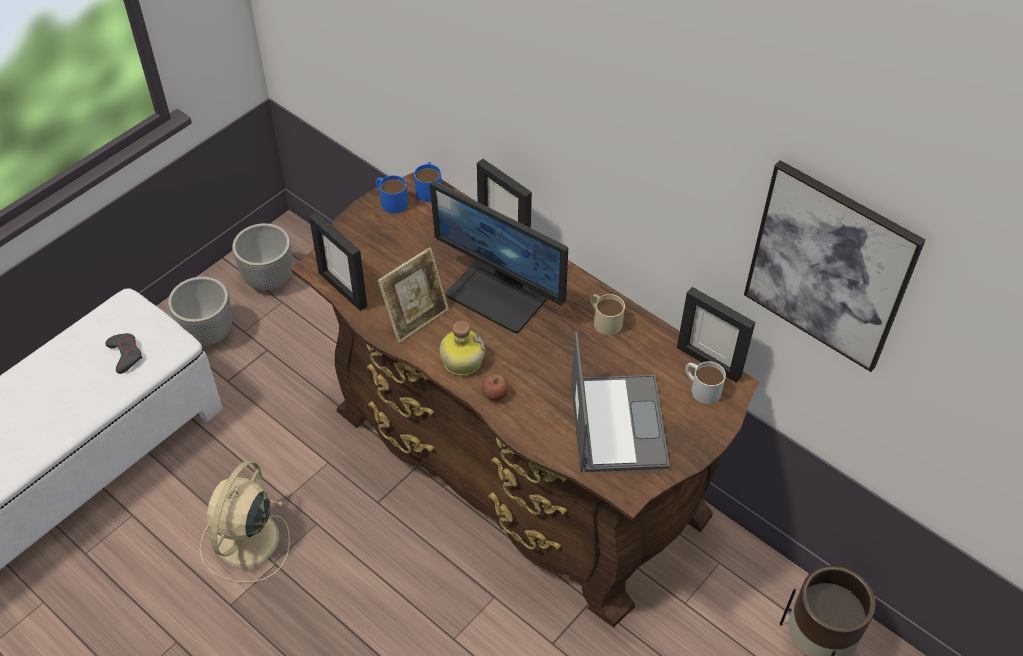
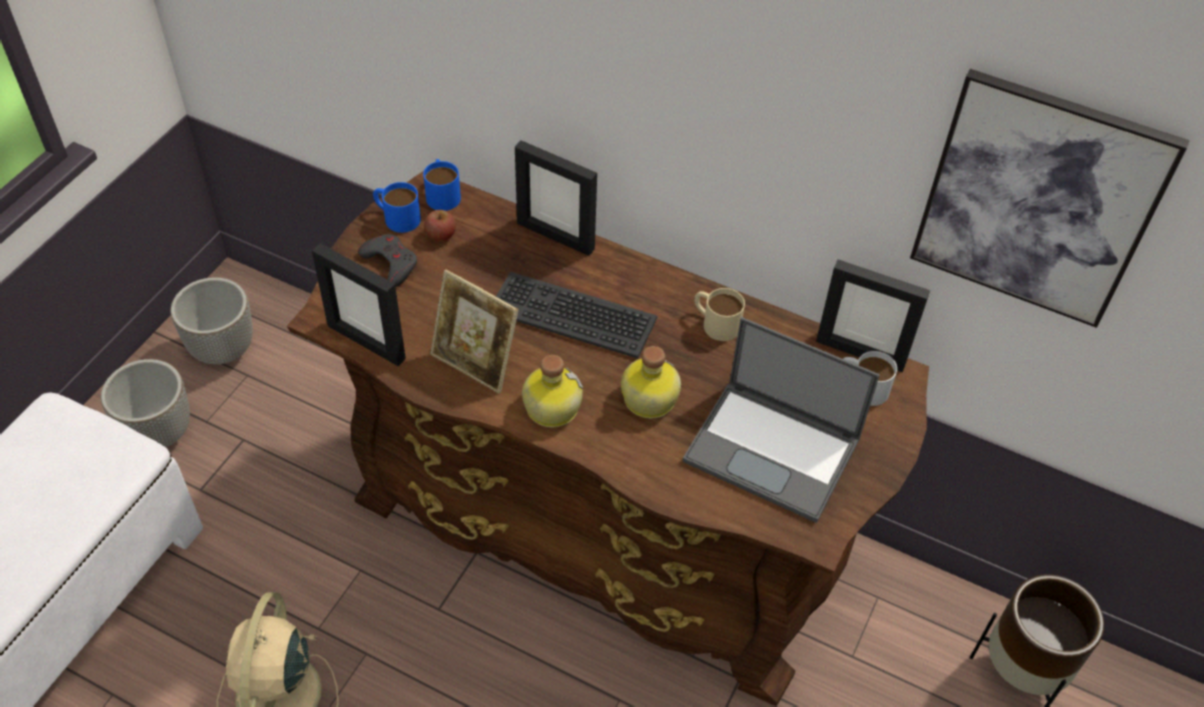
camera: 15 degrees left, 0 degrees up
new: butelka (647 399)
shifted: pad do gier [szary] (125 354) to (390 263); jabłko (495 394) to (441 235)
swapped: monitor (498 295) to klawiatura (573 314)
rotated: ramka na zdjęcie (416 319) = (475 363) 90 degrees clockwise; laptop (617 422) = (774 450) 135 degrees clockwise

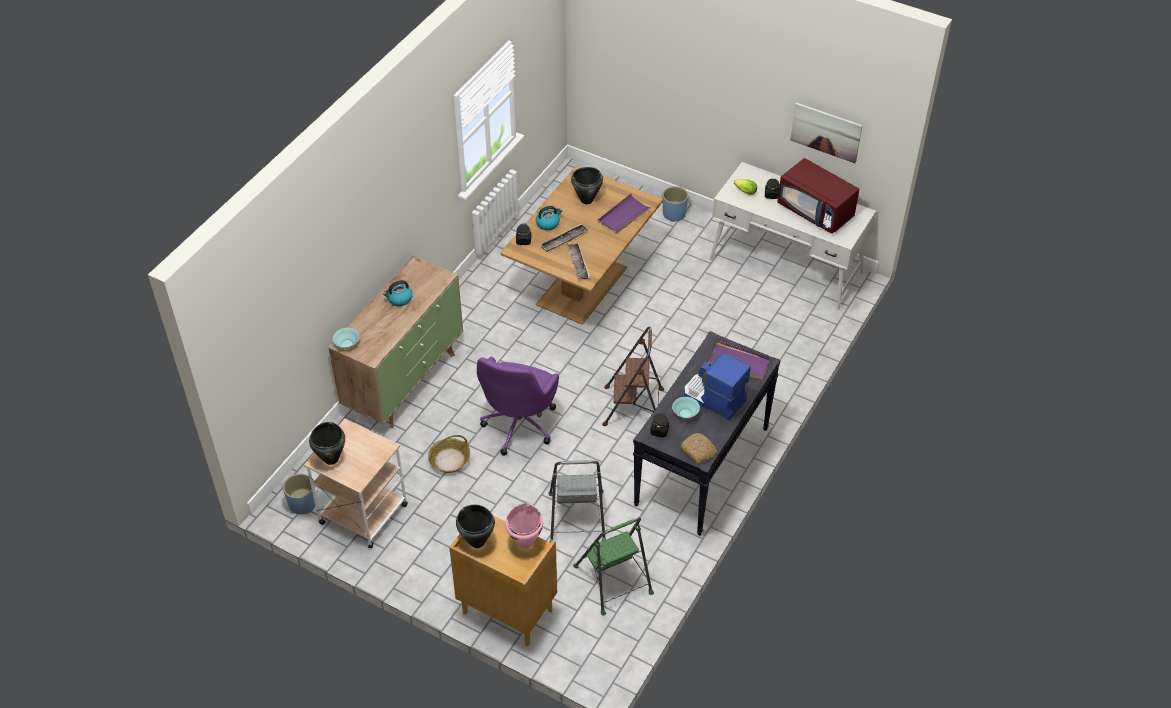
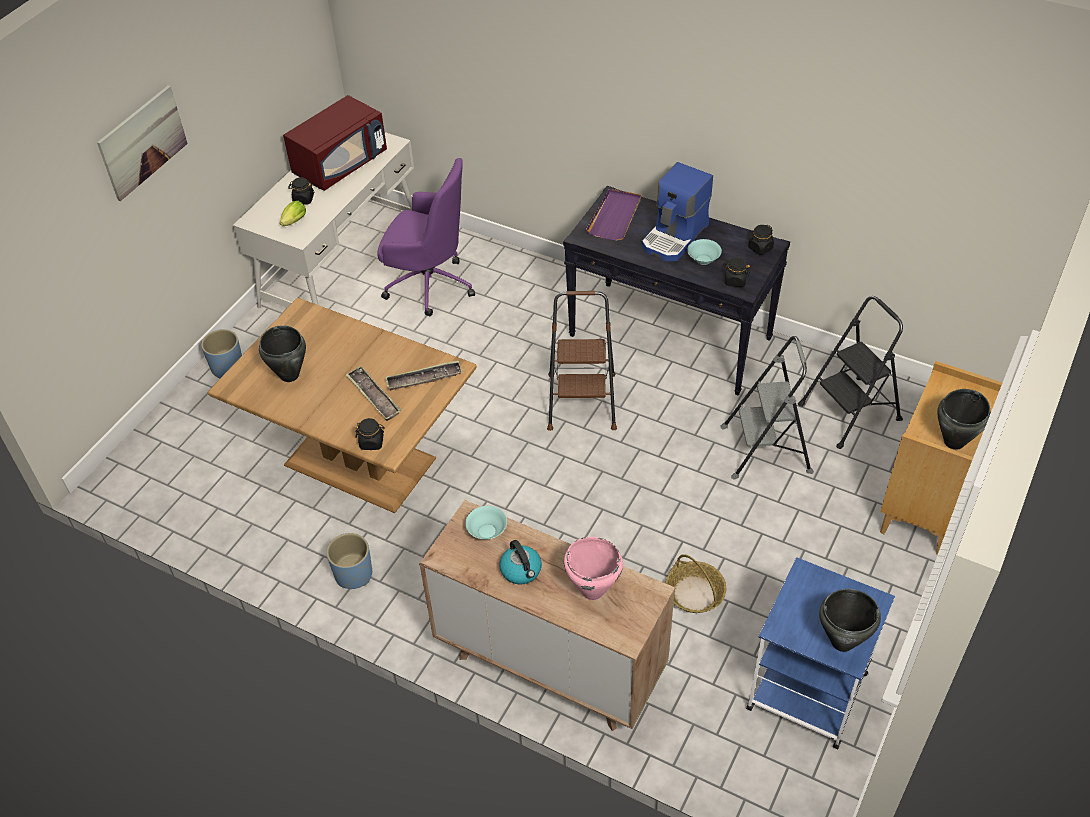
camera: 90 degrees left, 0 degrees up
gone: czajnik (548 223); taca [fioletowy] (624 216)
shifted: donica [niebieski] (302 503) to (353 574); miska [turkusowy] (347 343) to (486 531); krzesło biurowe [fioletowy] (519 425) to (430 286); garnek [różowy] (525 542) to (592 590); obraz (826 132) to (142 142)
swapped: chleb (698 451) to słoik [czarny] (760 248)
repainted: wózek [beżowy] (362 512) to wózek [niebieski] (807 693); drabinka [zielony] (614 581) to drabinka [czarny] (852 410)

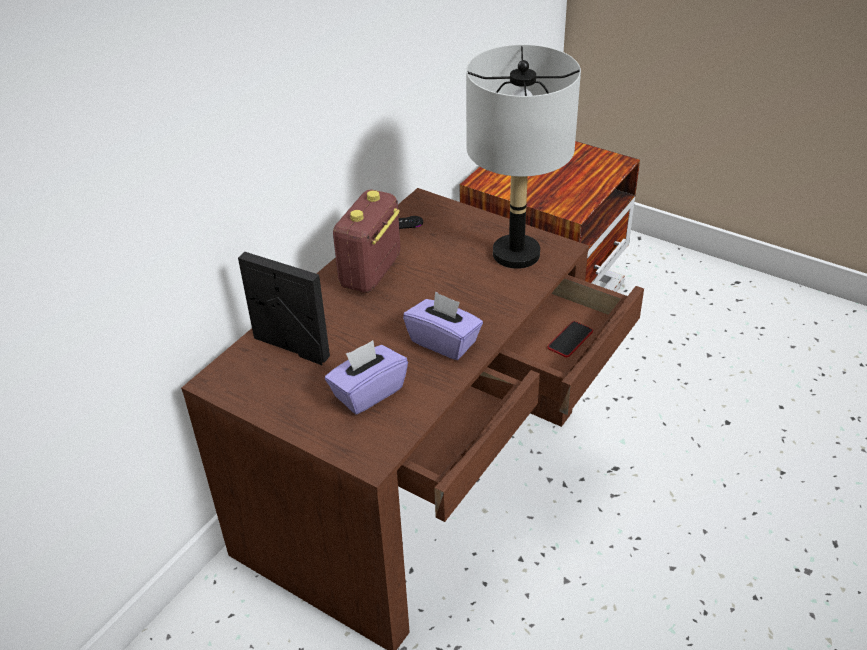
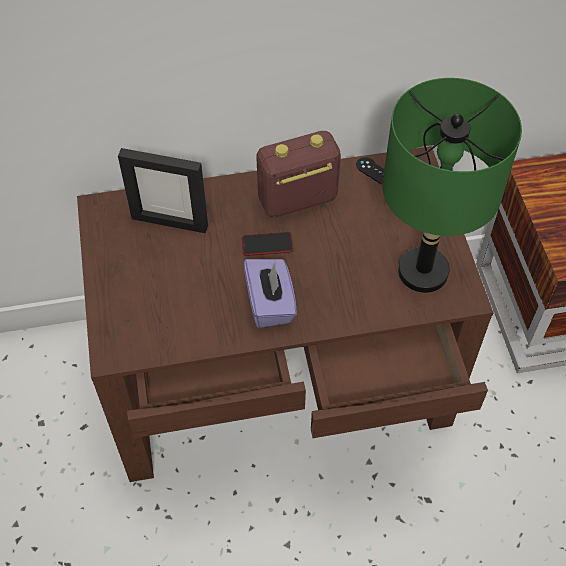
camera: 45 degrees right, 15 degrees up
gone: pudełko chusteczek [fioletowy] (368 392)
shifted: telefon (570 340) to (267 244)
repainted: lampa stołowa [szary] (516 254) to lampa stołowa [zielony] (422 272)
rotated: ramka na zdjęcie (290 348) = (170 221) 120 degrees clockwise

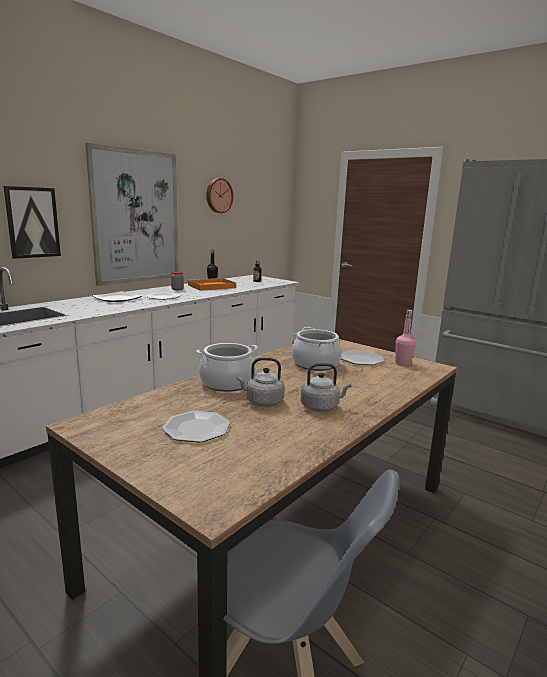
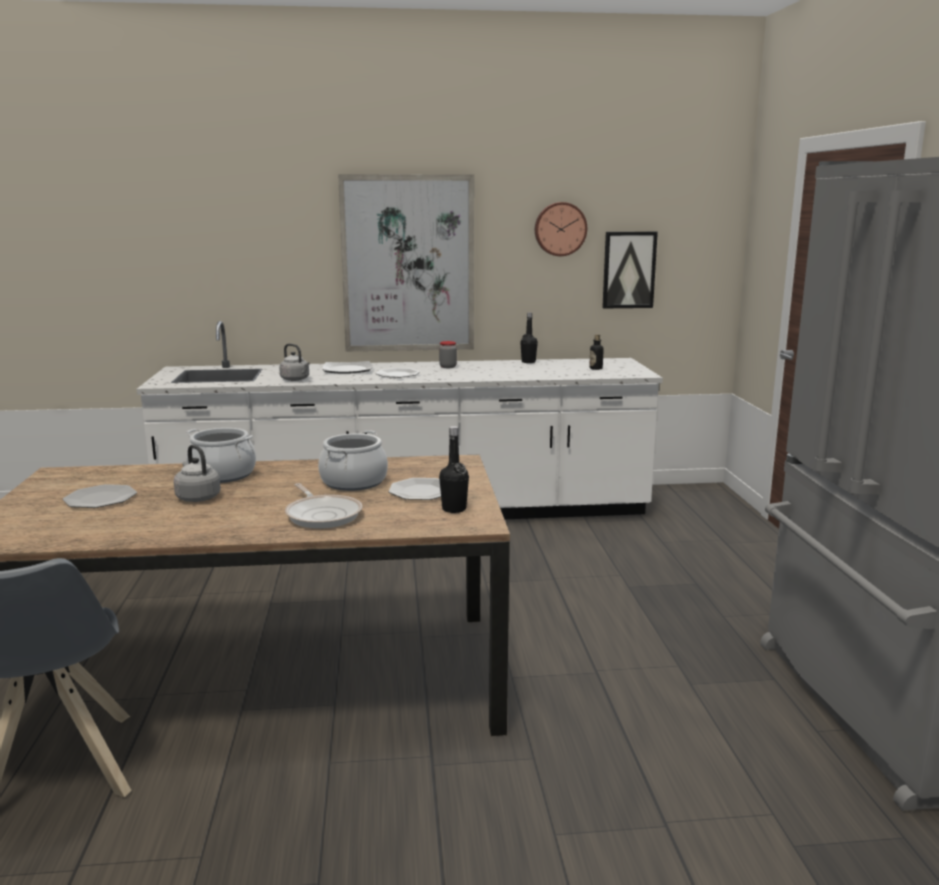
camera: 45 degrees right, 0 degrees up
gone: taca [pomarańczowy] (211 286)
new: patelnia (323 515)
shifted: obraz (32 222) to (629 270); czajnik [szary] (321 407) to (296 379)
repainted: butelka [różowy] (403 363) to butelka [czarny] (454 509)

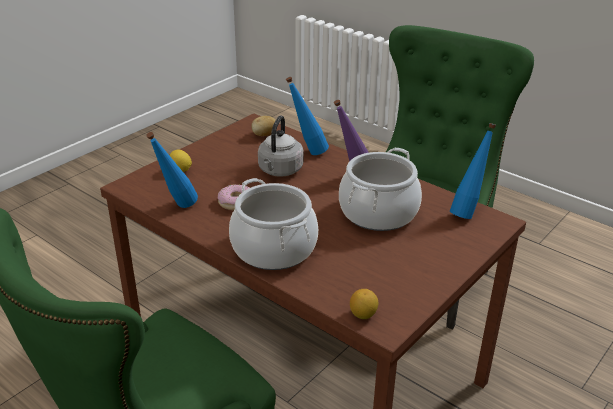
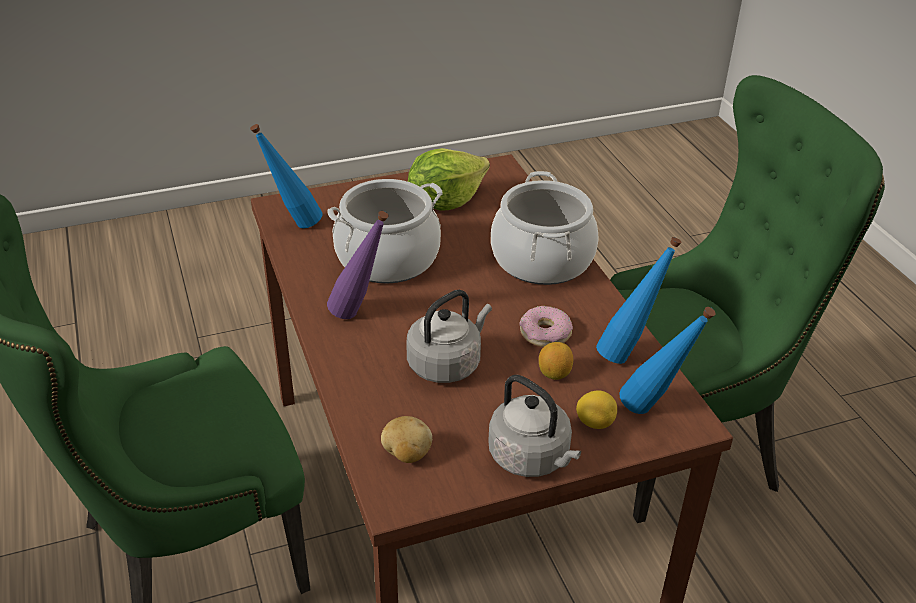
camera: 150 degrees left, 5 degrees up
new: sałata (445 201); czajnik [szary] (532 458)
shifted: butelka [niebieski] (307 152) to (654 411); cytryna (363 315) to (554 374)

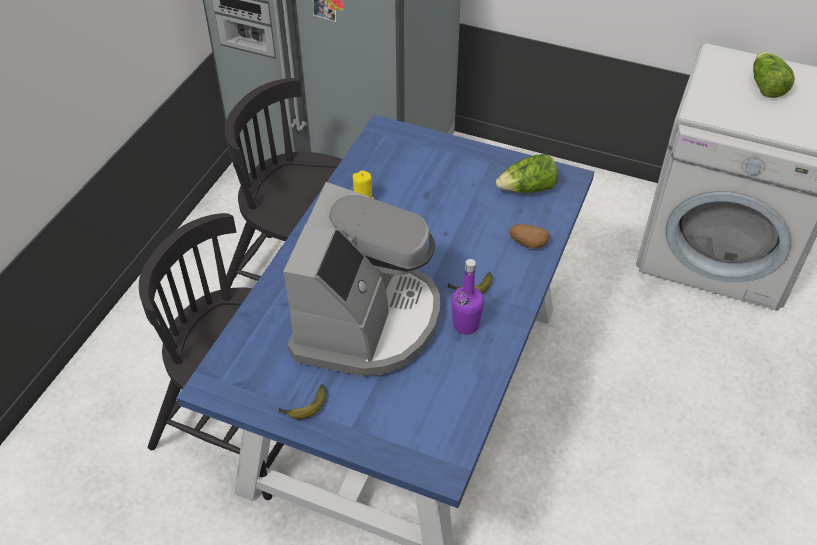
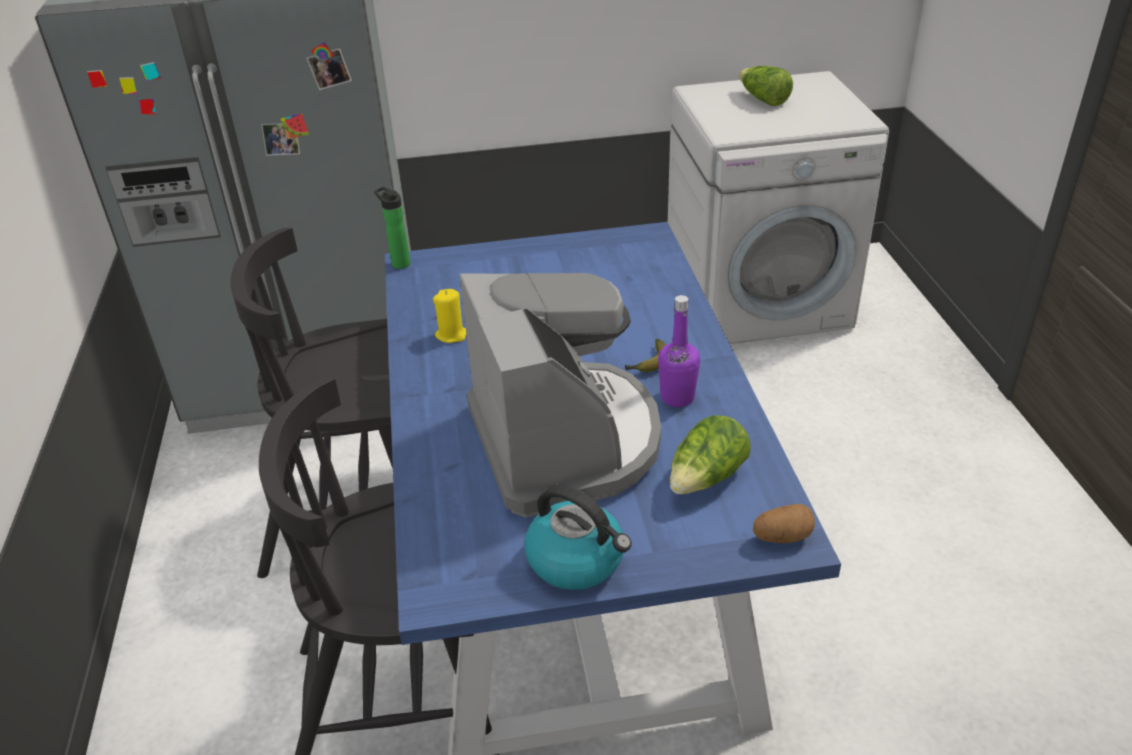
camera: 30 degrees left, 10 degrees down
new: butelka (399 263)
shifted: sałata (527 189) to (707 478); ziemniak (528 243) to (782 537)
swapped: banan (304 408) to czajnik (577 560)

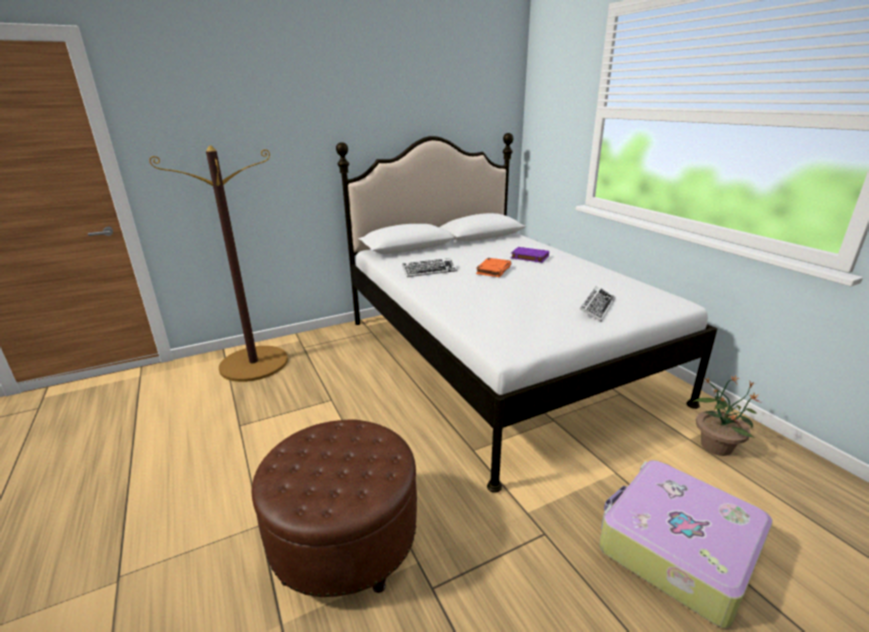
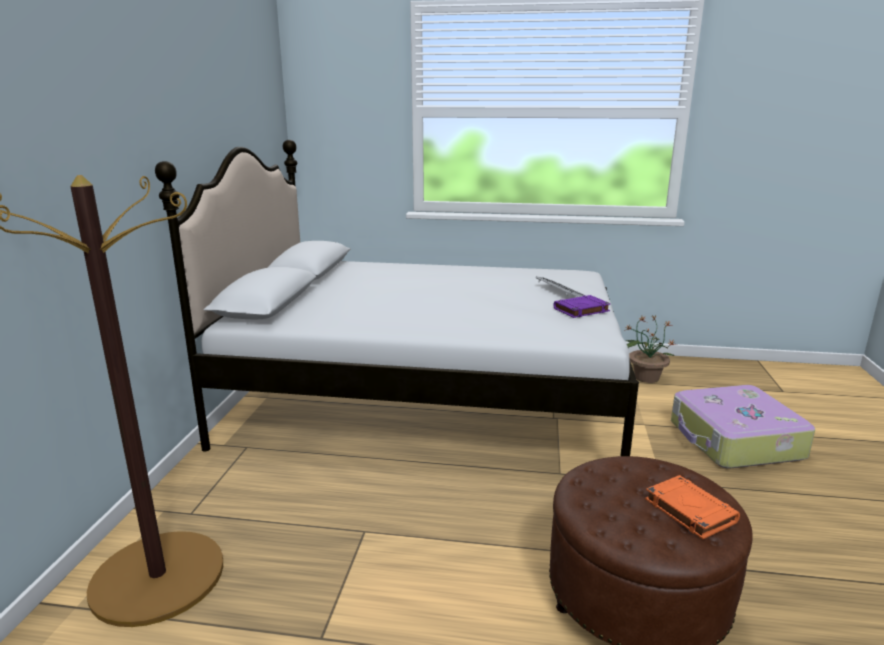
camera: 55 degrees left, 5 degrees down
gone: klawiatura (429 271)
shifted: książka [pomarańczowy] (493 270) to (689 510); książka [fioletowy] (529 257) to (581 310)

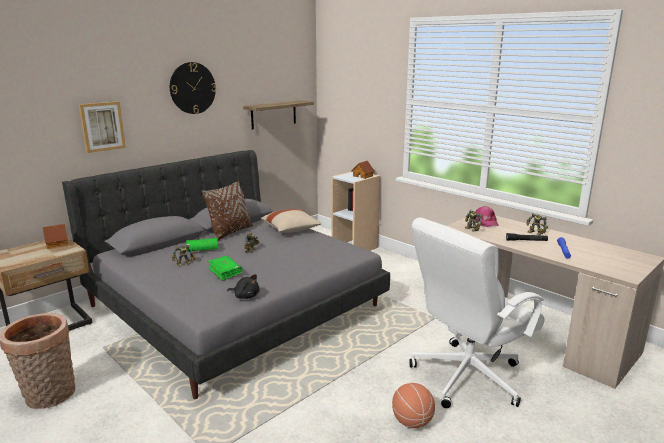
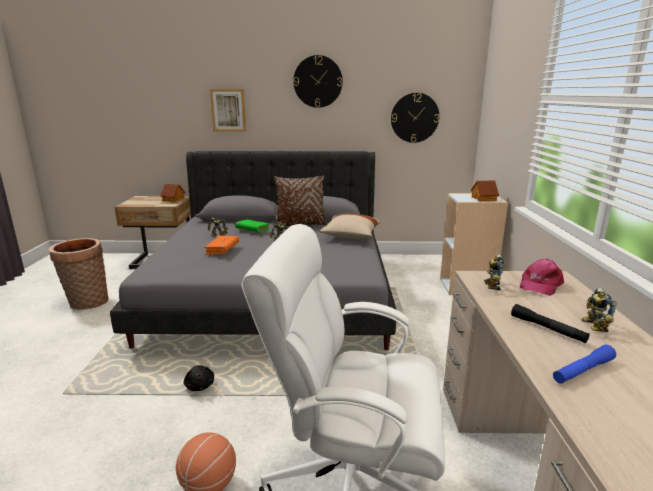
camera: 45 degrees right, 0 degrees up
shifted: pluszak [czarny] (245 296) to (200 386)
swapped: półka (273 114) to zegar ścienny (414 118)
repainted: książka [zielony] (225 272) to książka [pomarańczowy] (222 250)

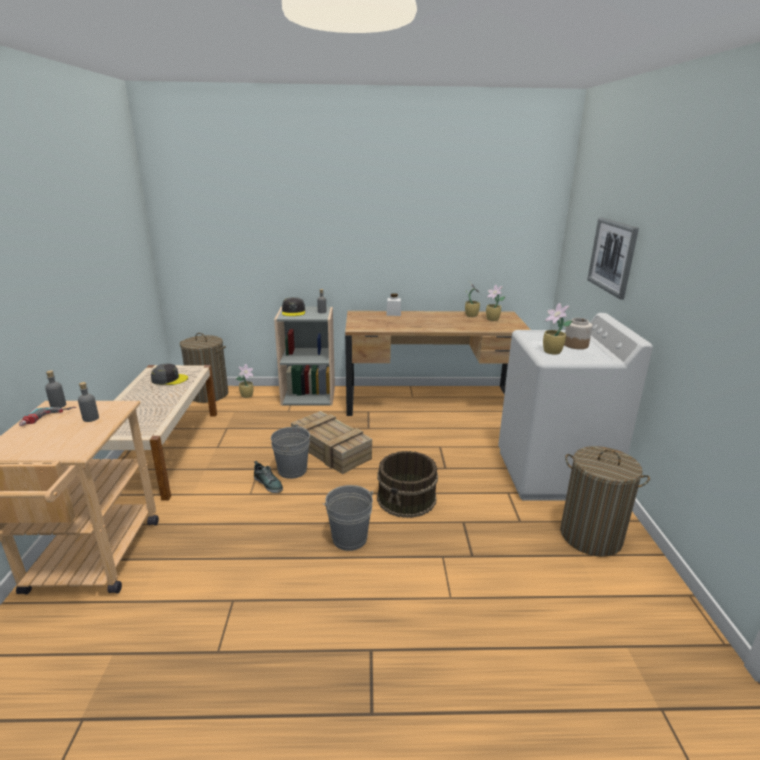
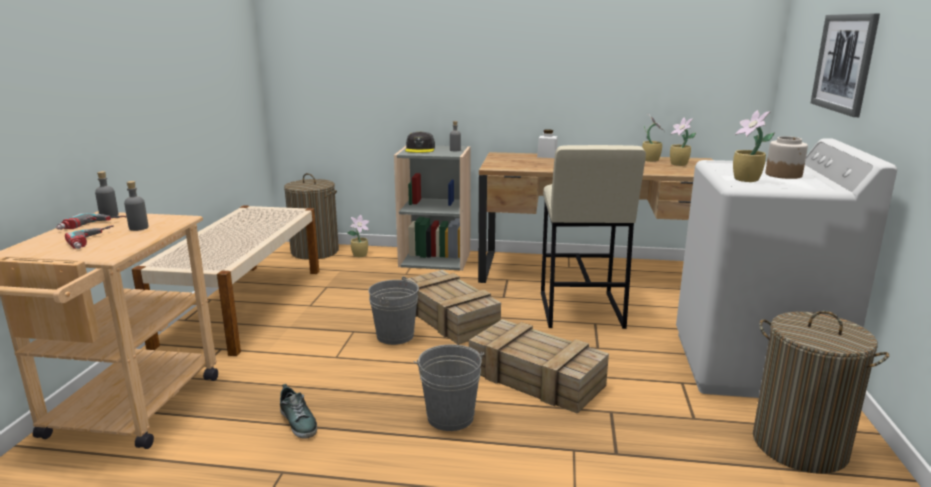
camera: 10 degrees right, 5 degrees down
gone: czapka z daszkiem [szary] (169 379)
new: wiertarka (95 240); stołek [beżowy] (581 311)
shifted: but (268 483) to (299 422)
swapped: wiadro [brązowy] (407 498) to skrzynka (538 378)

